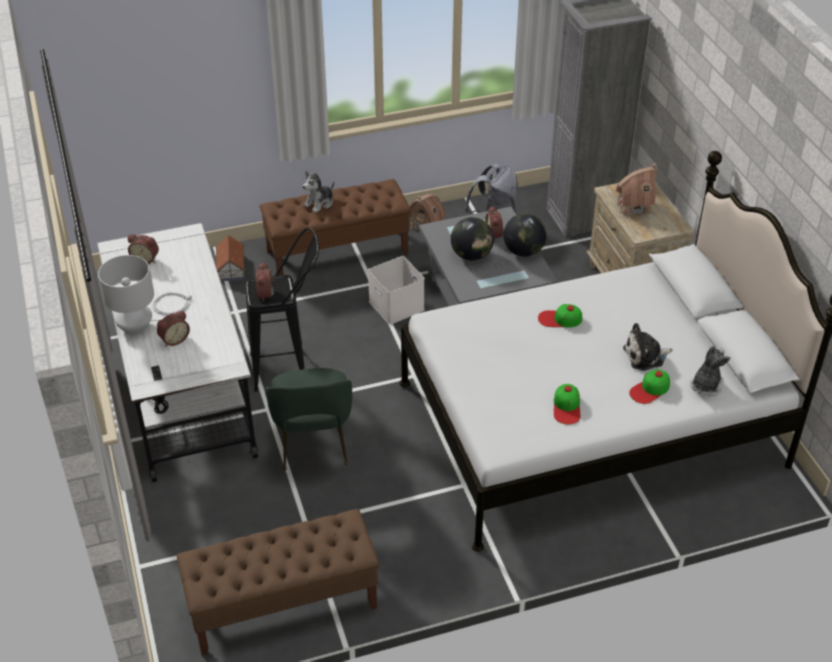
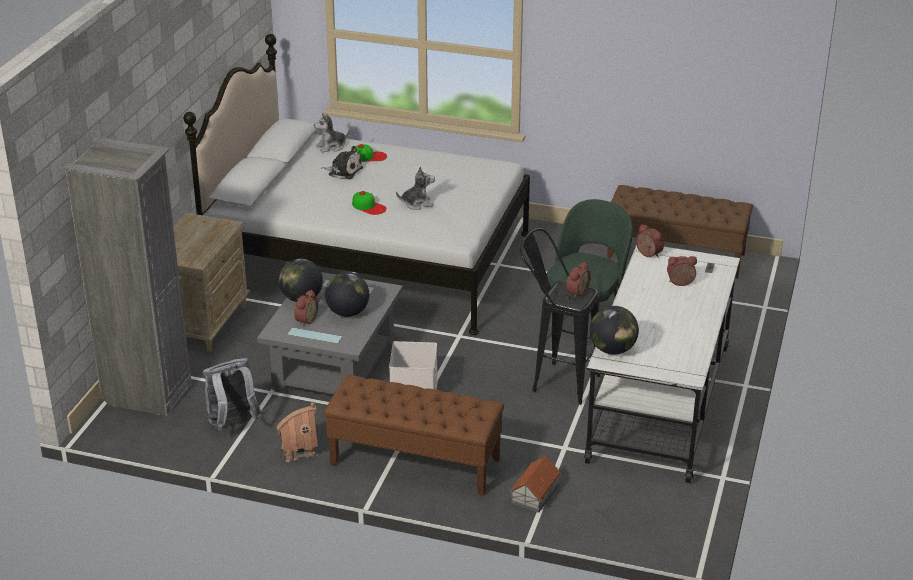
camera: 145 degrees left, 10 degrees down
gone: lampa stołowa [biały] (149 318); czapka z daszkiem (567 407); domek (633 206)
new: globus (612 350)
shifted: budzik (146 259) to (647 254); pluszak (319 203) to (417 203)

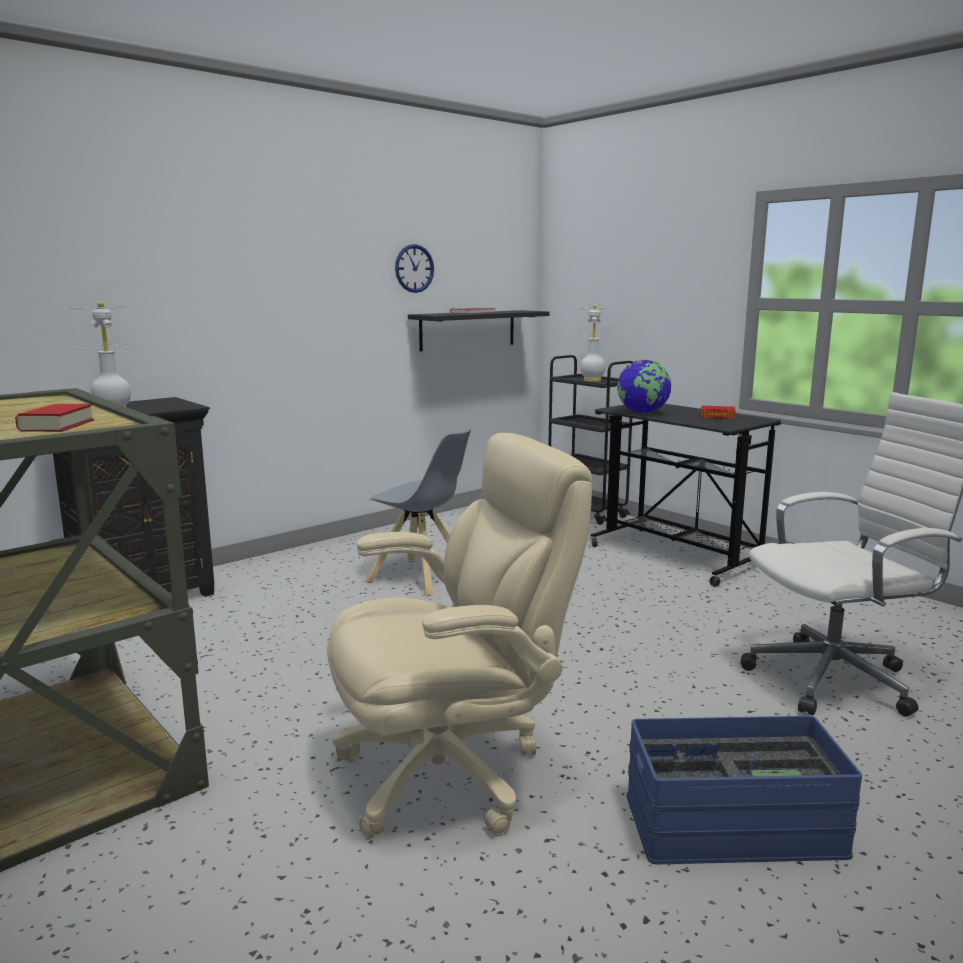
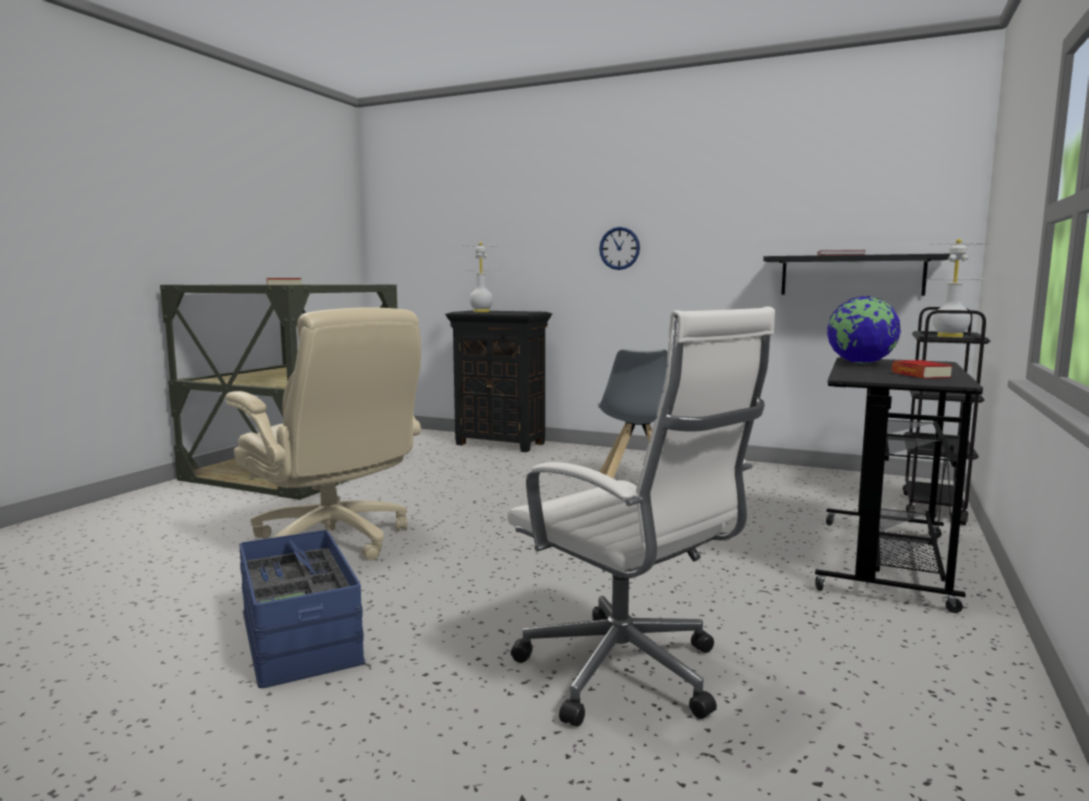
camera: 65 degrees right, 5 degrees down
shifted: zegar ścienny (414 268) to (619 248)

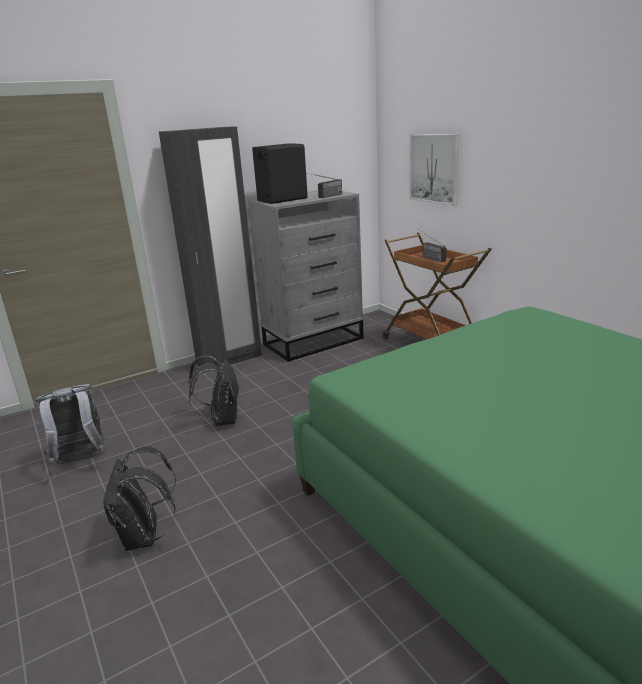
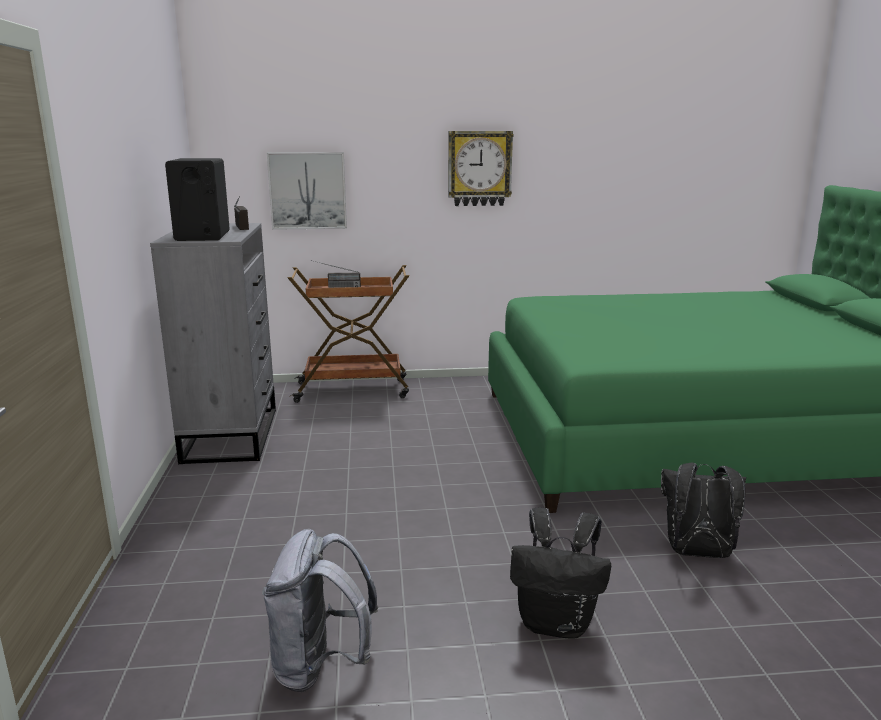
camera: 65 degrees left, 5 degrees down
gone: szafa [czarny] (229 359)
new: zegar ścienny (479 168)
shifted: plecak [czarny] (222 420) to (696 553)

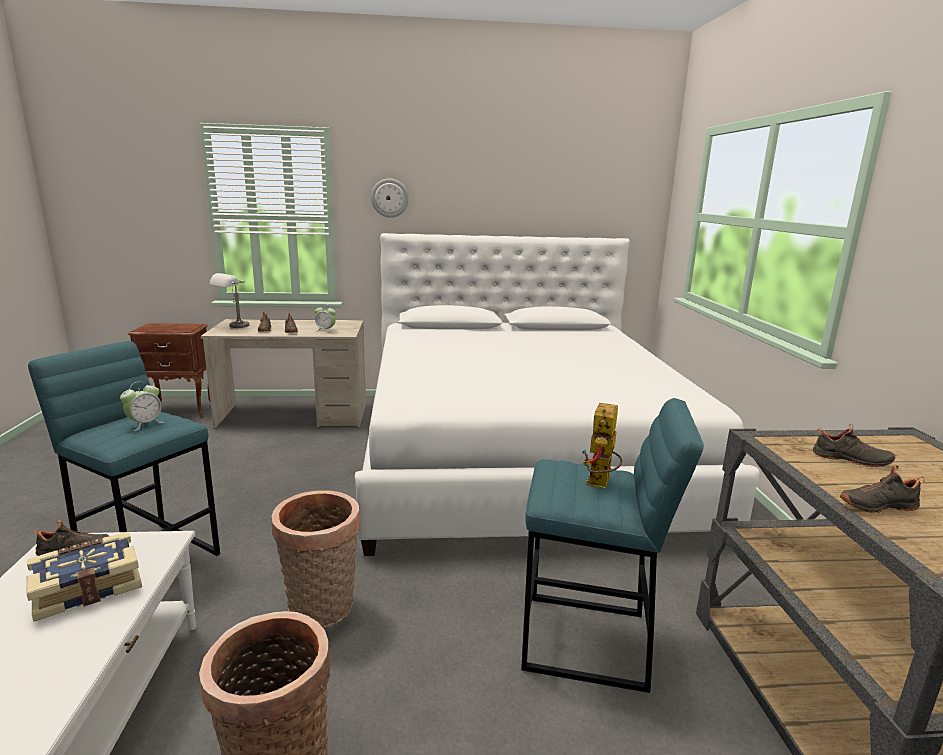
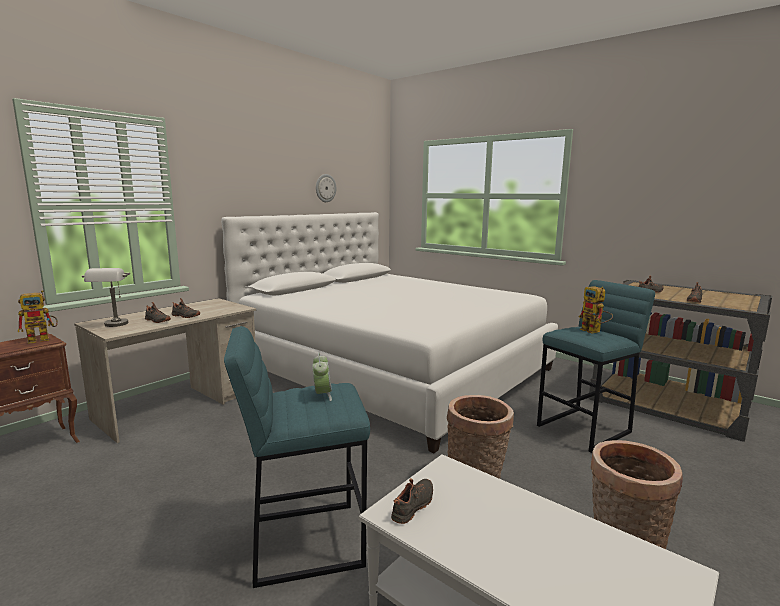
camera: 45 degrees left, 5 degrees down
gone: książka (88 586); budzik (325 330)
new: robot zabawkowy (43 339)
shifted: zegar ścienny (390 198) to (325 188)

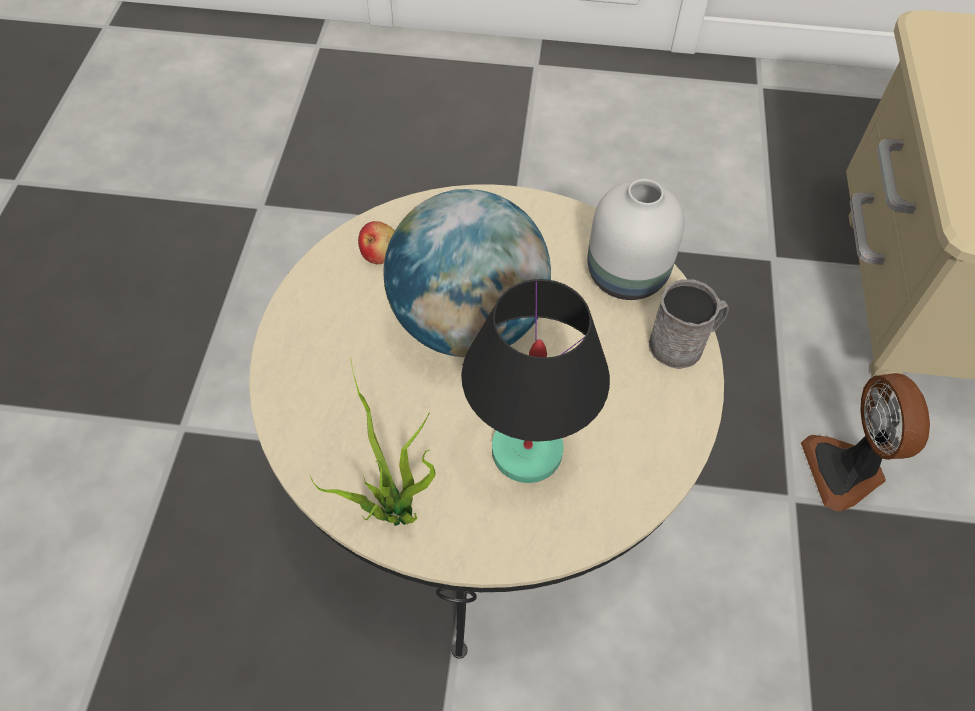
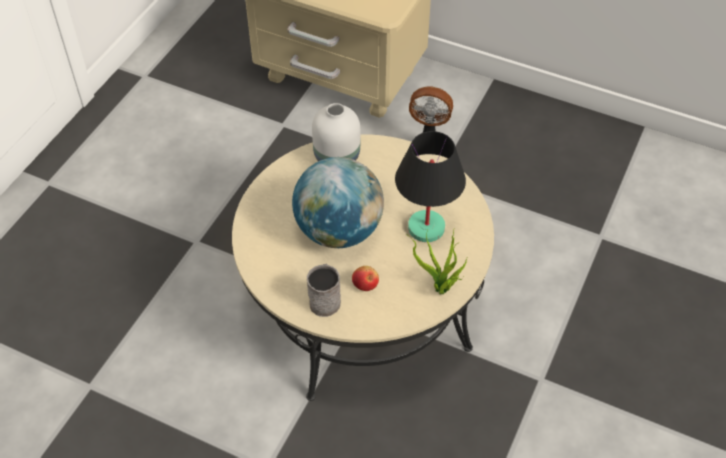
camera: 70 degrees left, 5 degrees down
shifted: jabłko (380 253) to (365 284); kubek [szary] (683 343) to (324 299)

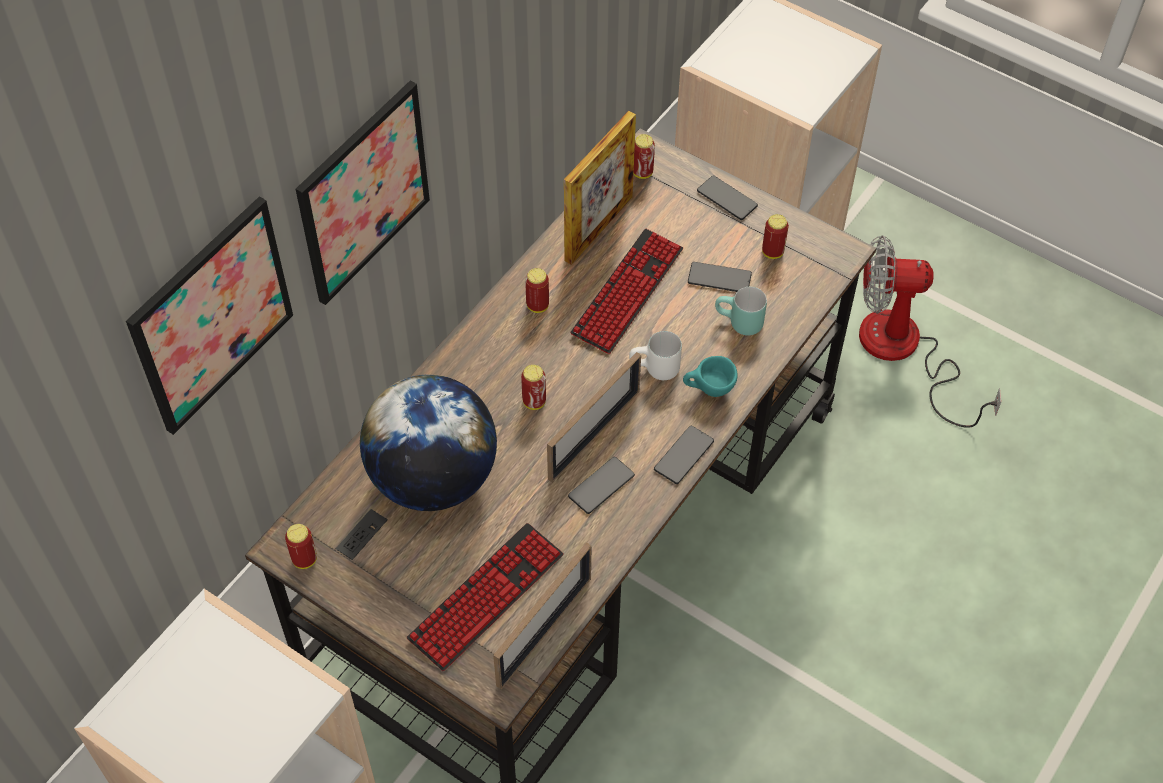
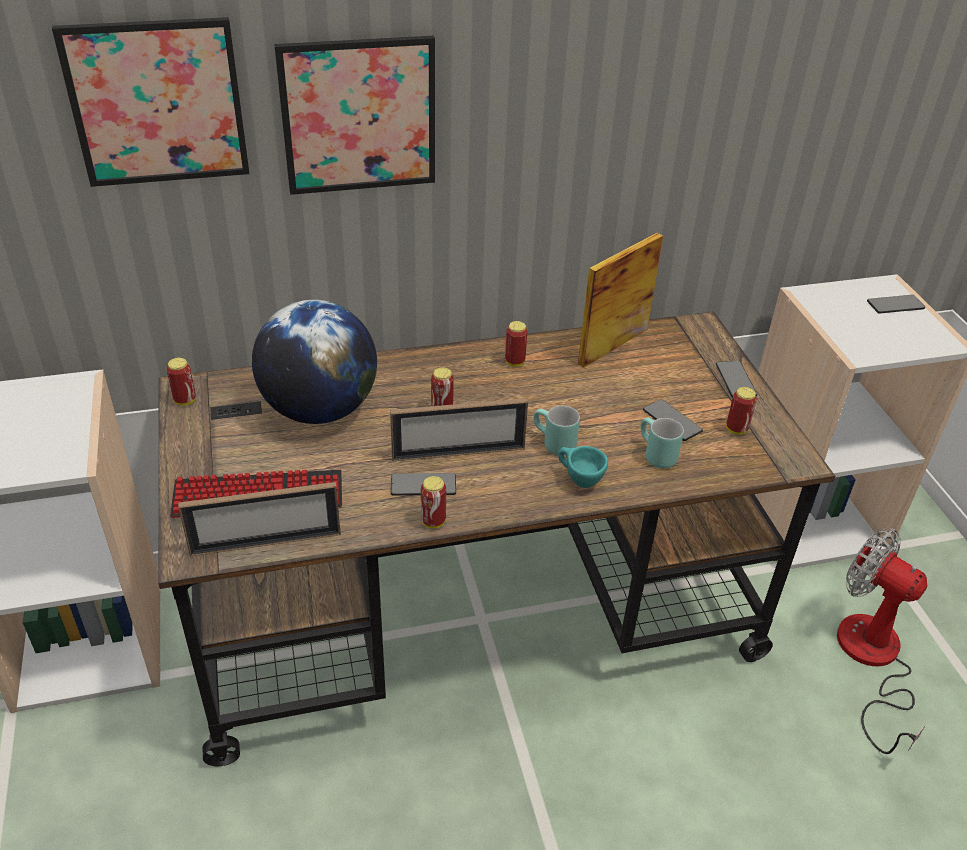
camera: 40 degrees right, 15 degrees down
gone: klawiatura (627 292)
shifted: puszka (642 172) to (433 521); telefon (684 455) to (895 305)
repainted: kubek [biały] (655 371) to kubek [turkusowy] (552 444)
rotated: ramka na zdjęcie (598 228) = (613 346) 150 degrees clockwise

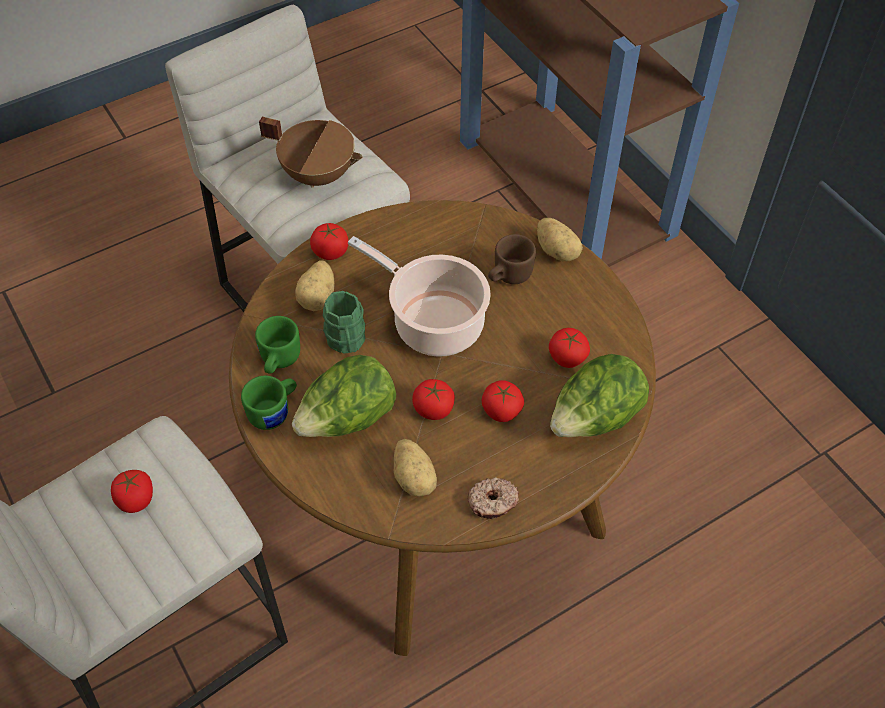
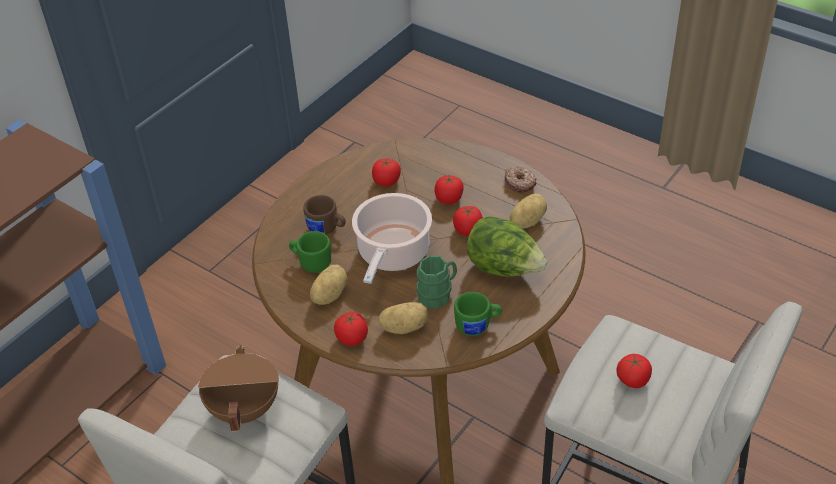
camera: 110 degrees left, 10 degrees down
gone: sałata (595 419)
shifted: kubek [zielony] (274 412) to (311 262); ziemniak (558 250) to (328 295)

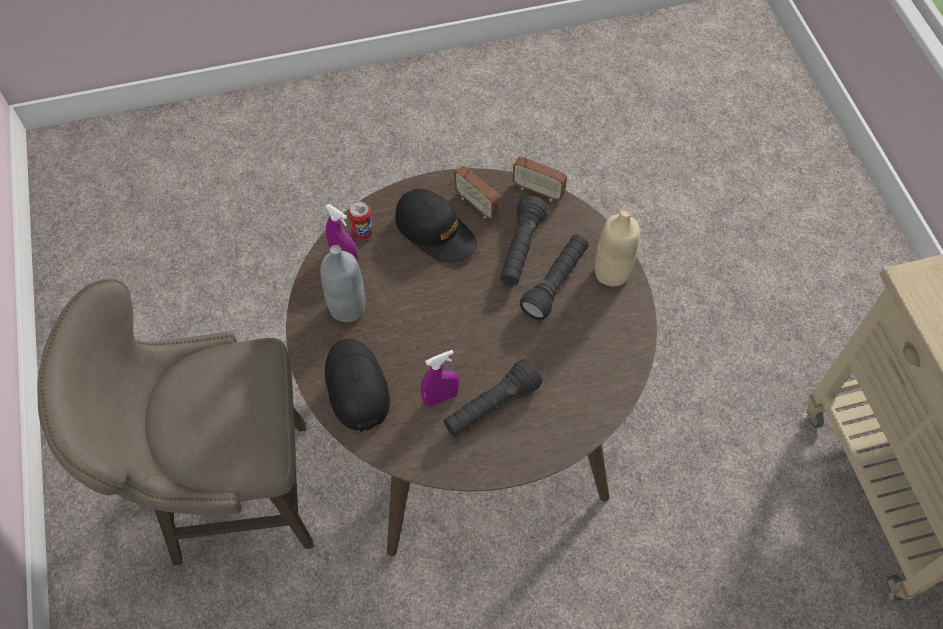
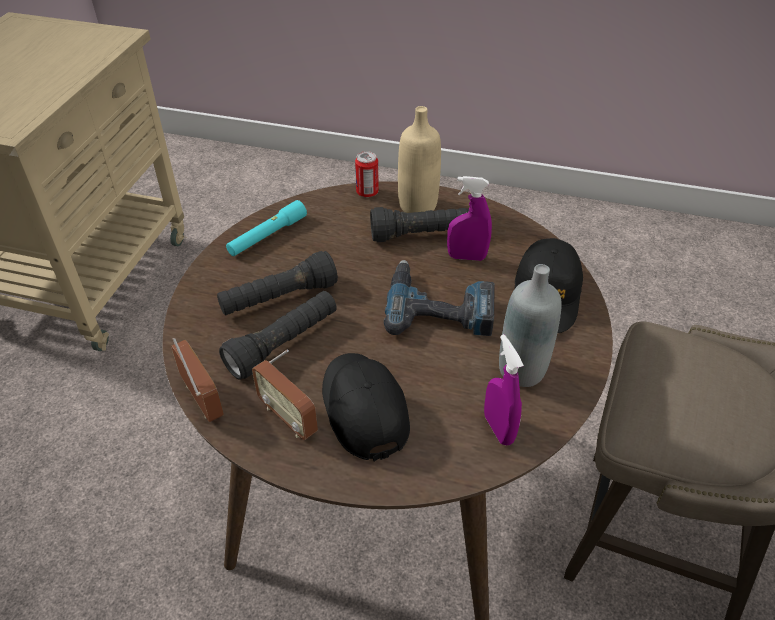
camera: 150 degrees left, 15 degrees down
new: latarka [turkusowy] (267 236); wiertarka (439 307)
shifted: puszka (362 232) to (367 192); butelka [beżowy] (611 272) to (417 206)
rotated: radio (477 205) = (288 418) 150 degrees clockwise

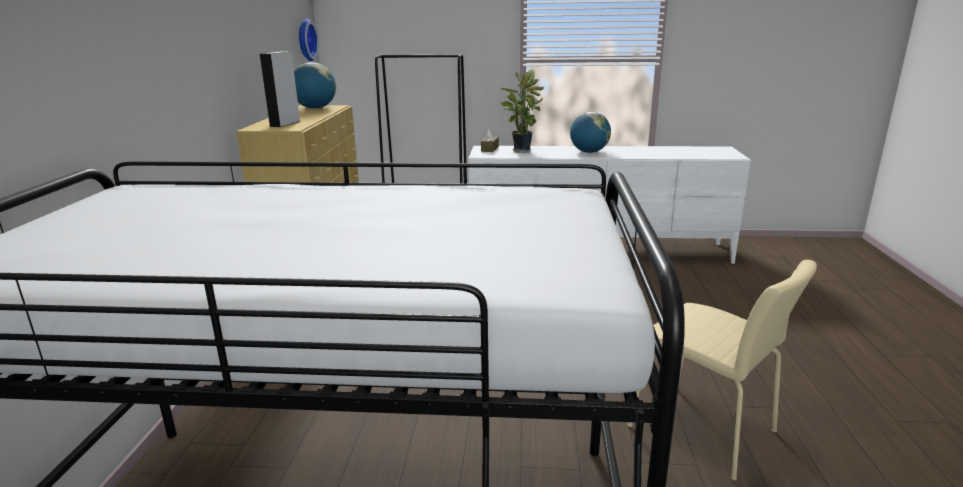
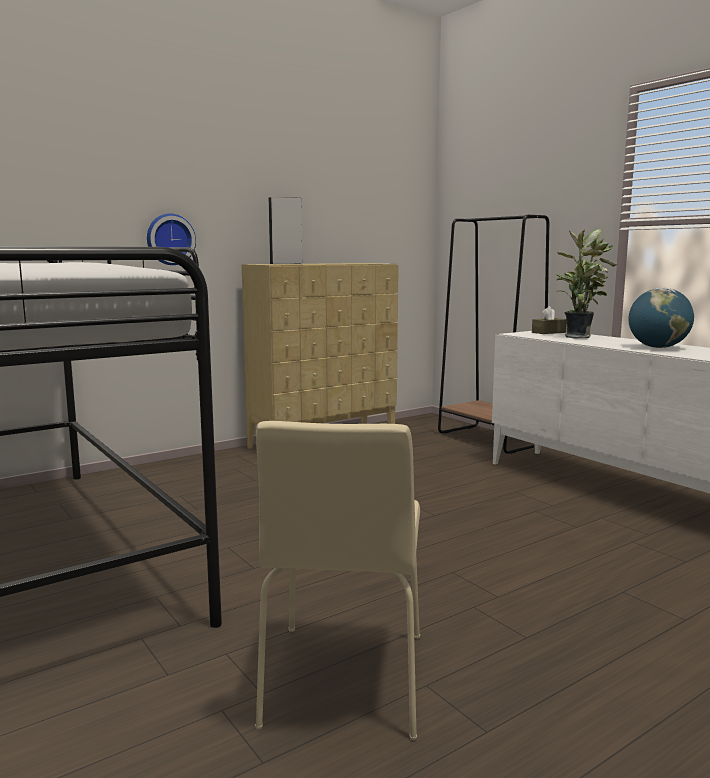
camera: 50 degrees right, 10 degrees down
gone: globus (315 108)
shifted: zegar ścienny (305 40) to (170 239)

